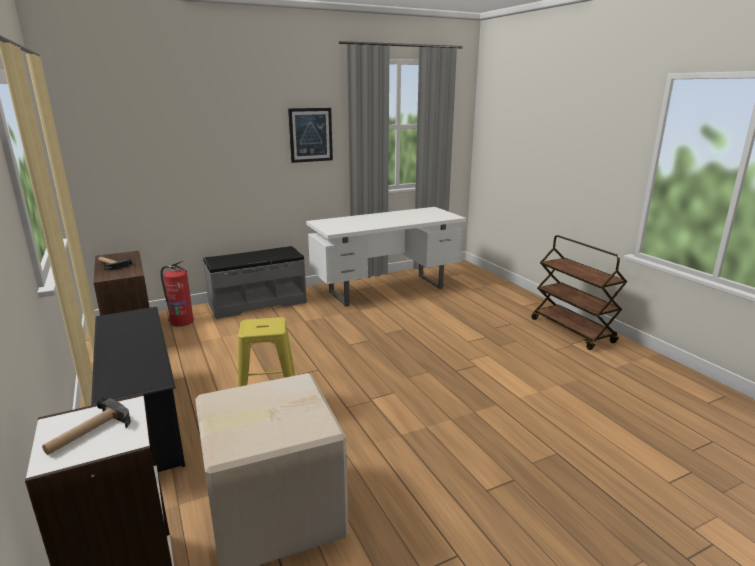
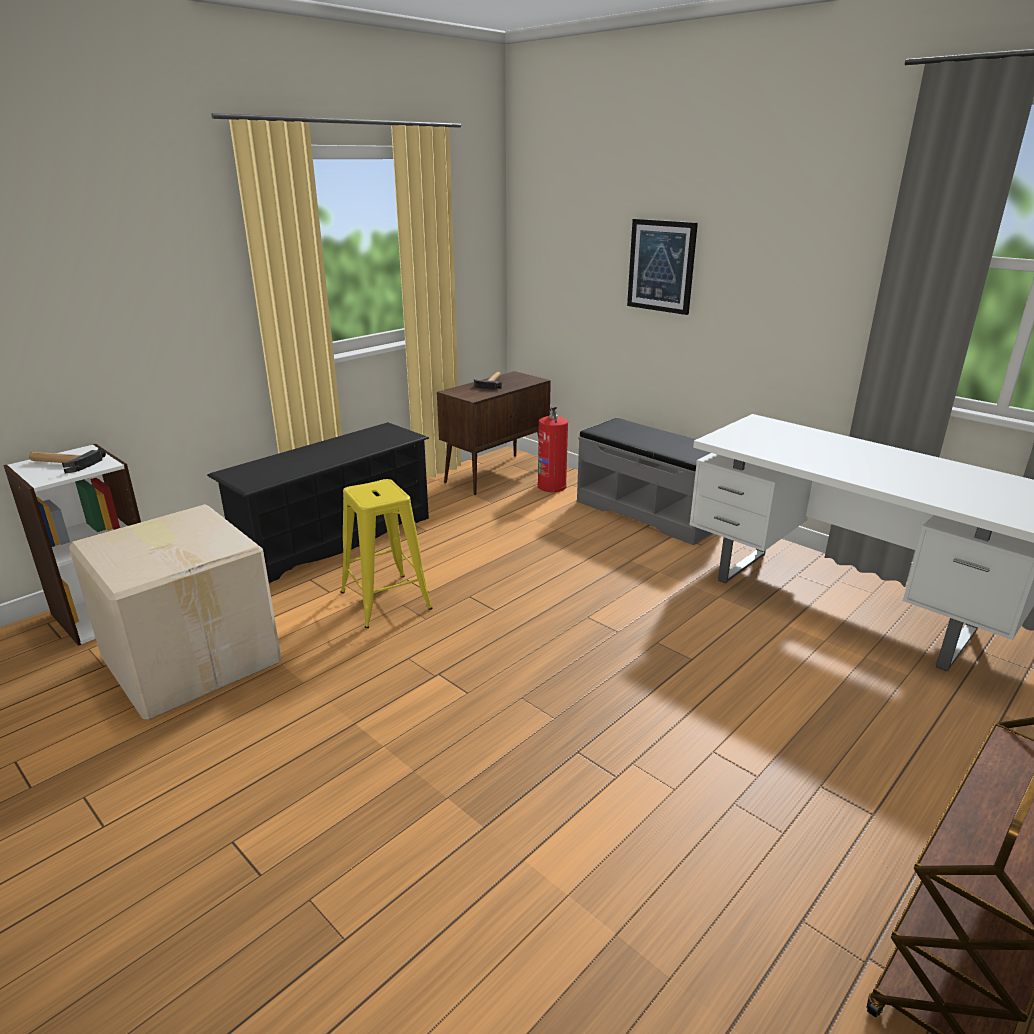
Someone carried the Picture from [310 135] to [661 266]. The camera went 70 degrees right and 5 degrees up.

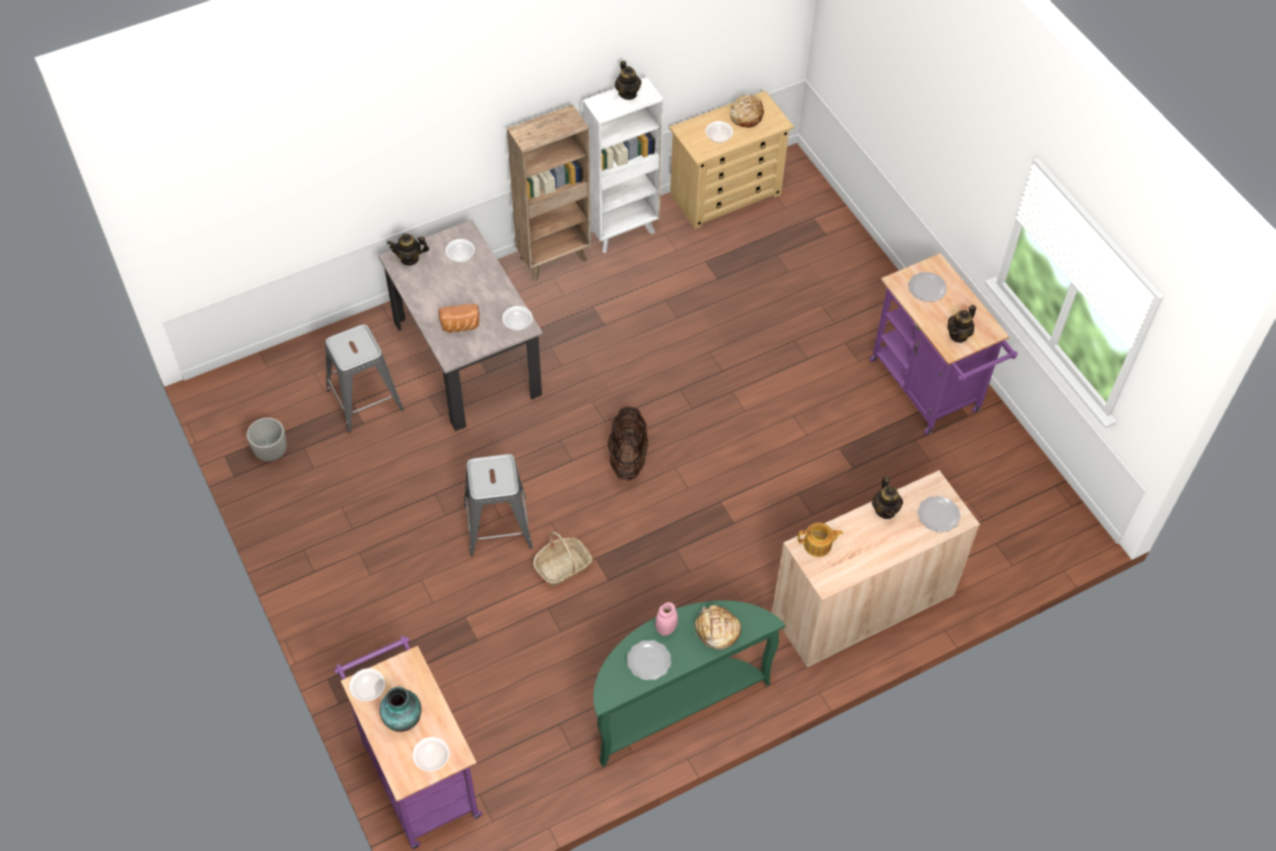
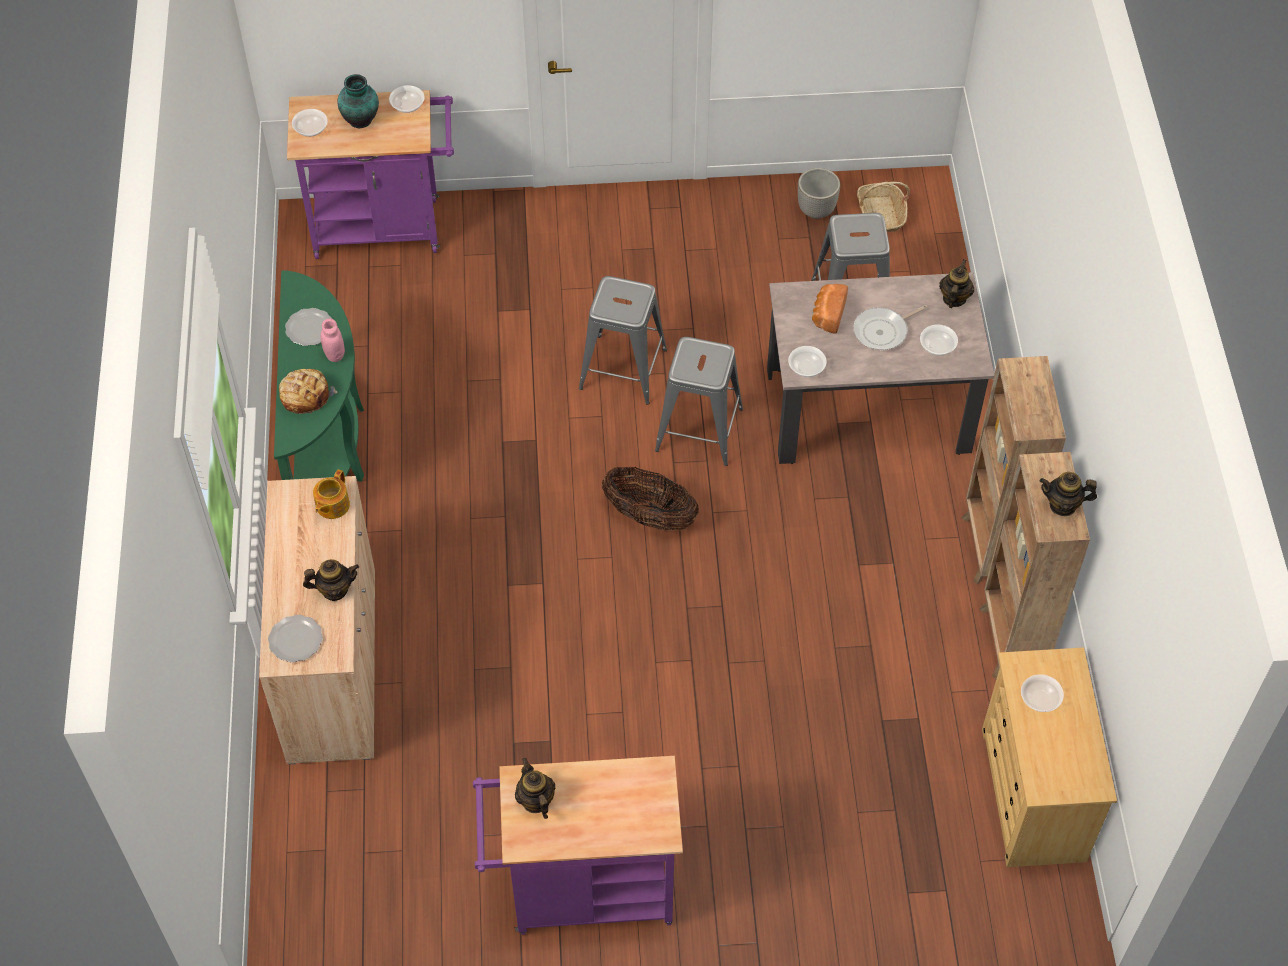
Someone took away the Bread at [746 115]. Someone took away the Plate at [927 288]. Someone put down the GreyStool at [699 430]. Someone put down the FryingPan at [883 331]. Someone carried the Basket from [563 566] to [880 215]. Someone repainted the WhiteBookcase at [623 231], which became the BrownBookcase at [1011 642]. Someone rotated the Teapot at [885 510] by 150 degrees clockwise. The camera went 115 degrees right and 0 degrees up.

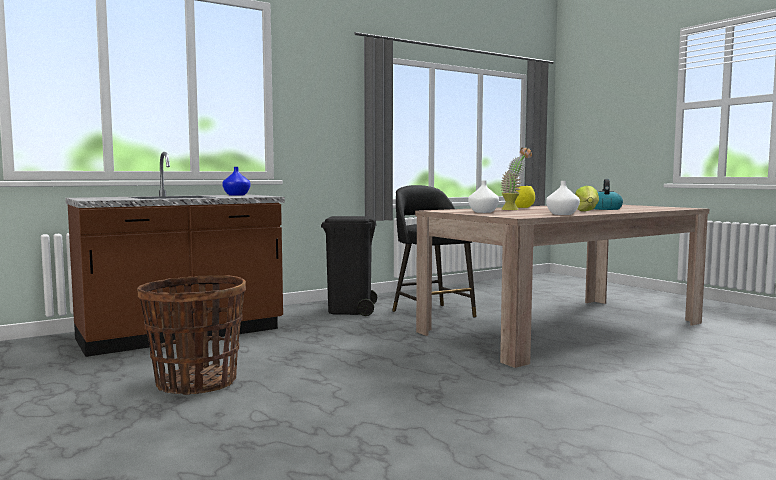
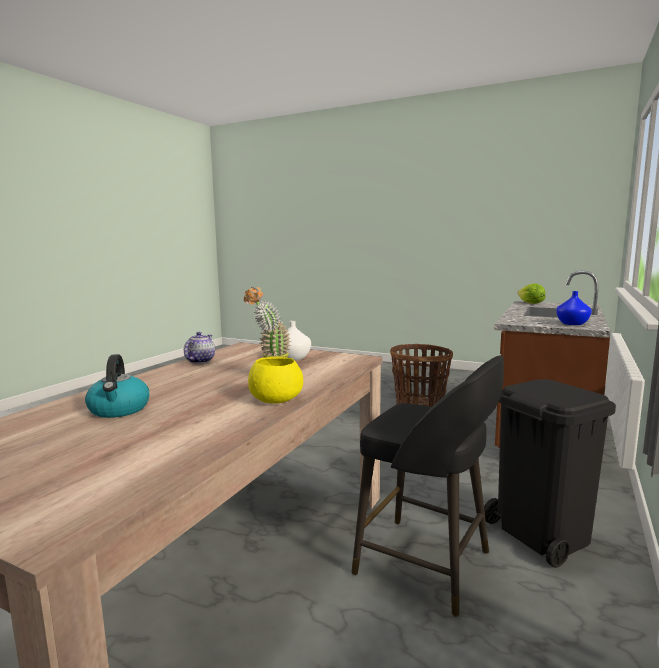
Someone carried the Lettuce from [586 211] to [531 303]. Someone swapped the WhiteVase at [563 214] for the Teapot at [199 361]. The camera went 150 degrees right and 5 degrees up.

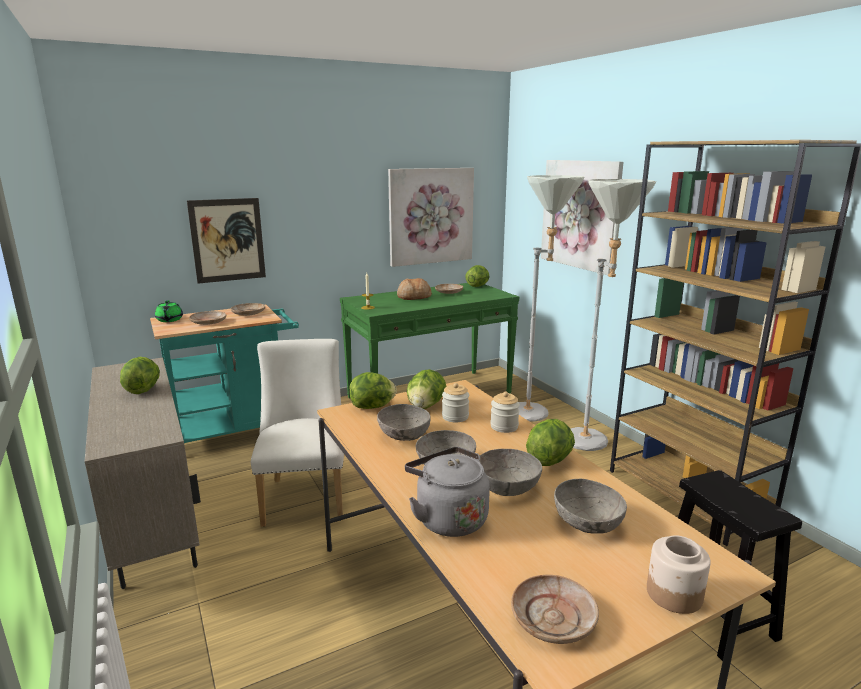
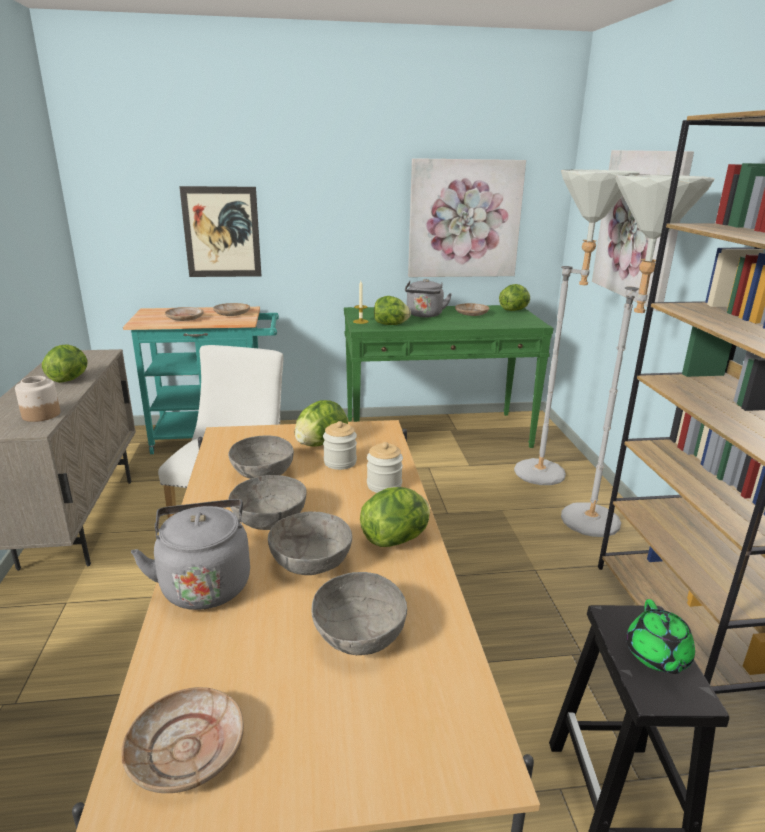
Someone carried the GreenTeapot from [169 320] to [657 656]. Someone carried the Lettuce from [373 407] to [391 324]. Someone carried the Jar from [673 594] to [40 415]. Someone swapped the Bread at [414 297] for the GreyKettle at [424 315]. The camera went 20 degrees right and 5 degrees up.

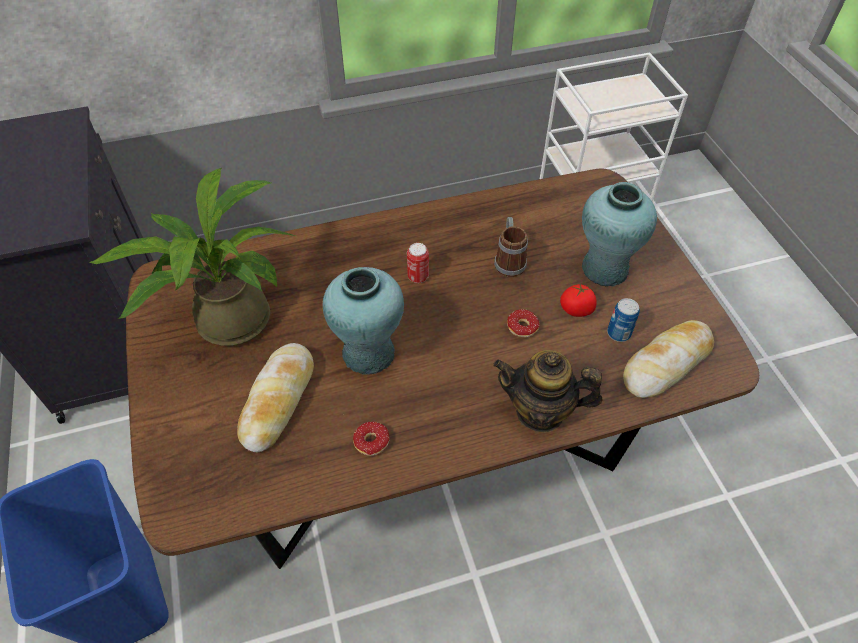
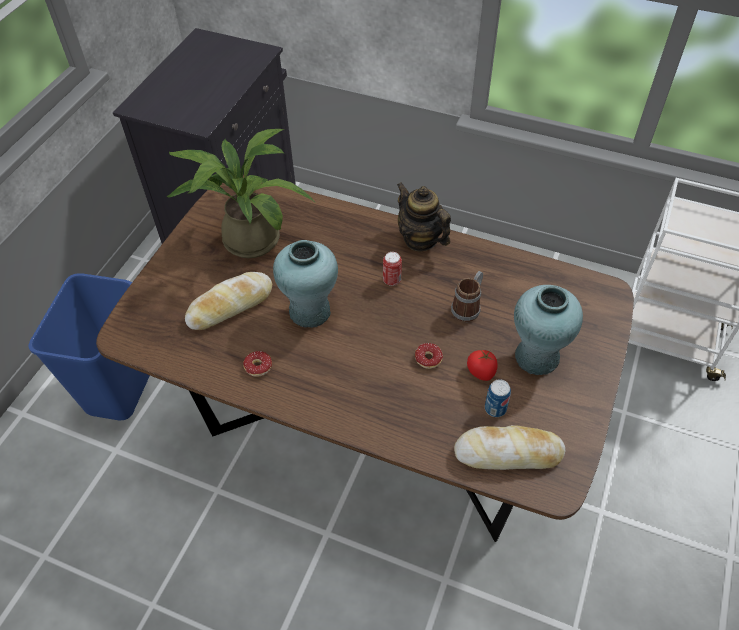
Someone carried the Teapot from [540 411] to [420 239]. The camera went 40 degrees right and 0 degrees up.

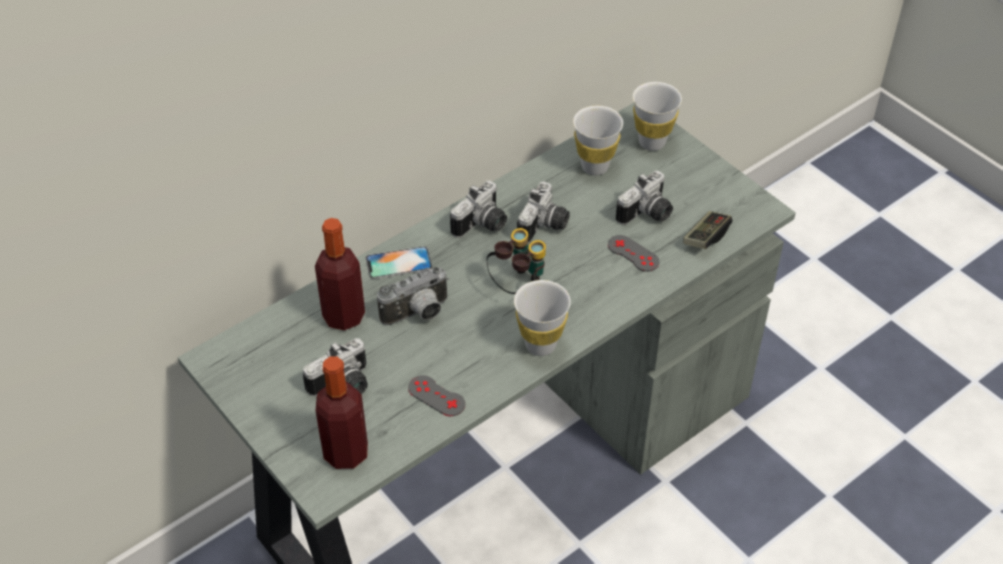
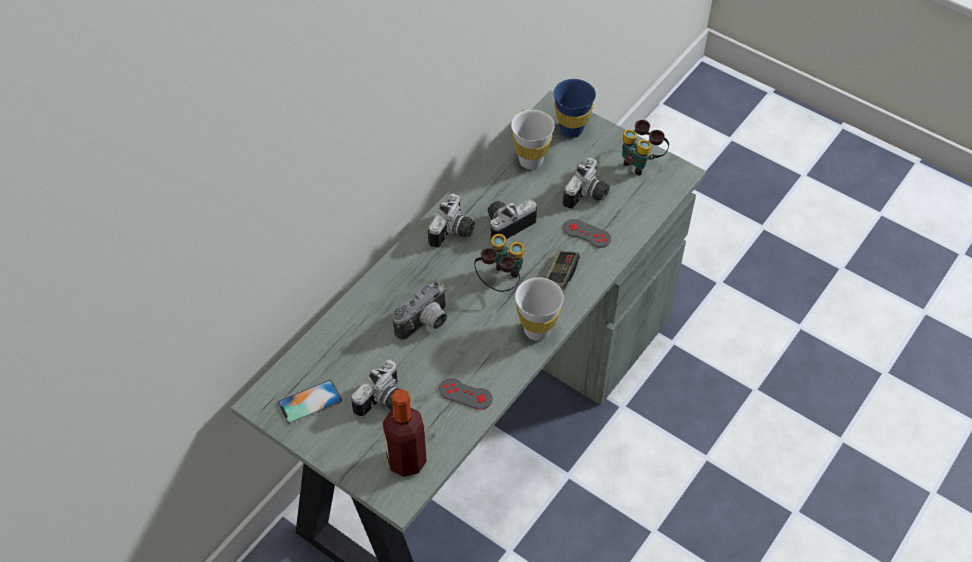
Someone took away the Bottle at [344 316]. Someone put down the Binoculars at [641 162]. Someone carried the Phone from [398 263] to [309 402]. Someone carried the GameController from [706 237] to [560 275]. Someone repainted the WhiteCup at [652 142], which became the BlueCup at [571 130]. Someone rotated the PhotoCamera at [545 227] by 135 degrees counterclockwise. The camera went 15 degrees left and 5 degrees up.

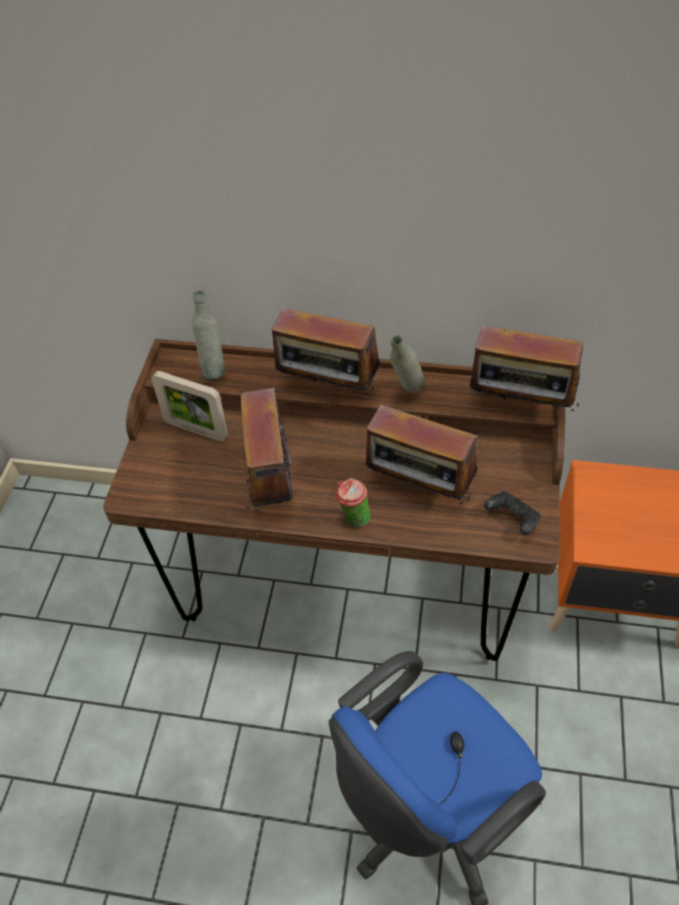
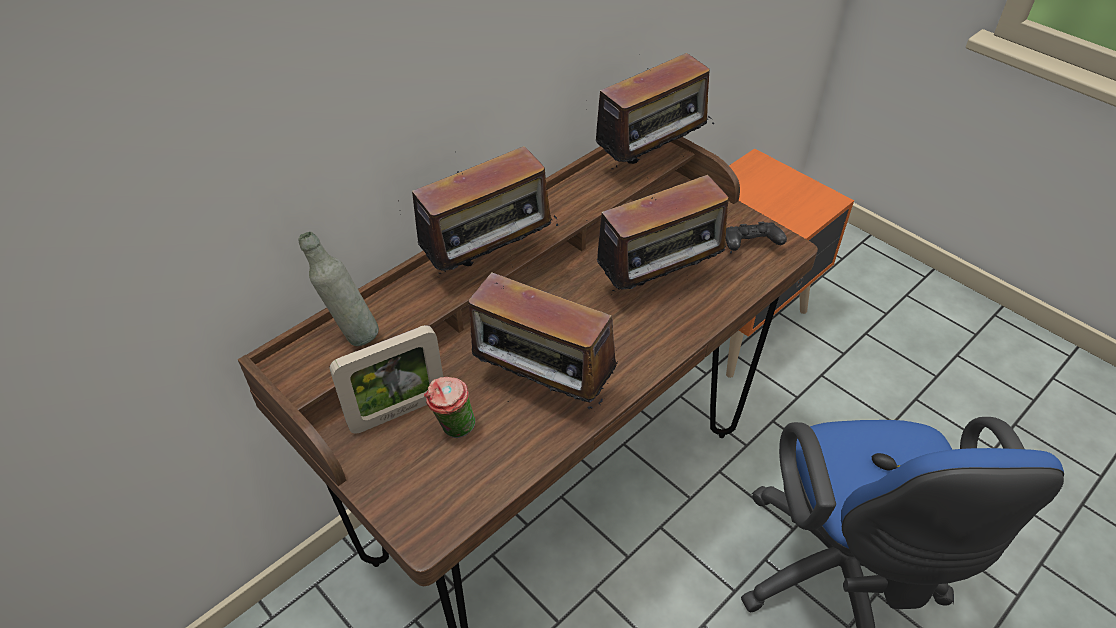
Someone took away the GreyBottle at [405 393]. Someone carried the Cup from [353 518] to [453 430]. The camera went 55 degrees left and 5 degrees down.

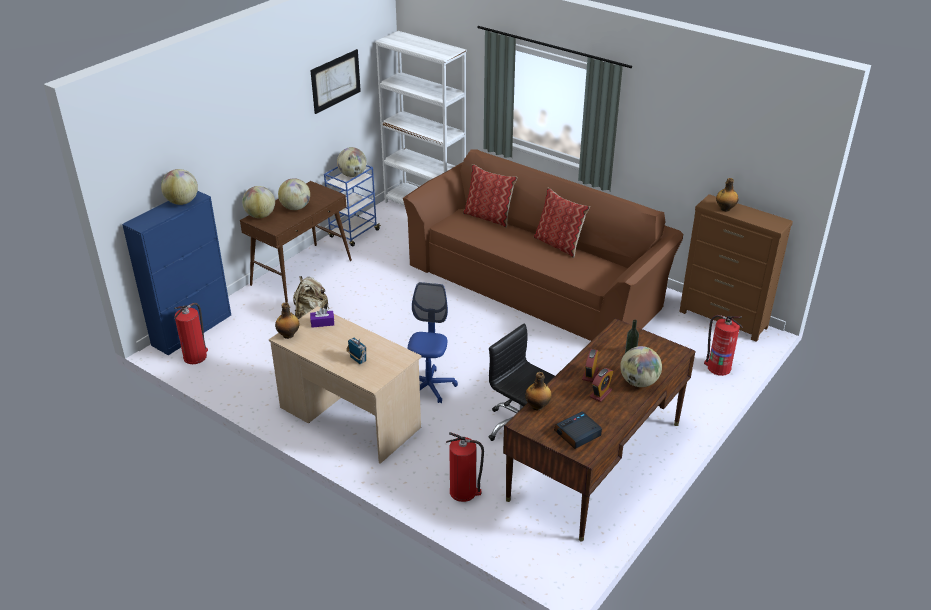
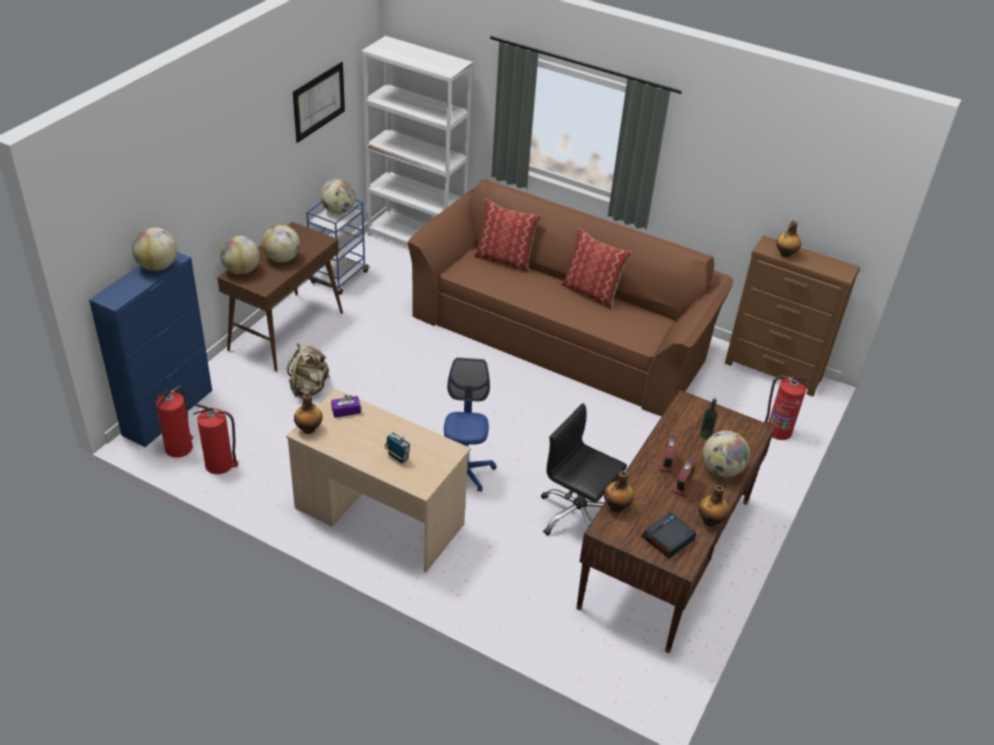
Someone put down the Bottle at [710 521]. Someone carried the FireExtinguisher from [464 492] to [220 464]. The camera went 10 degrees left and 5 degrees up.

